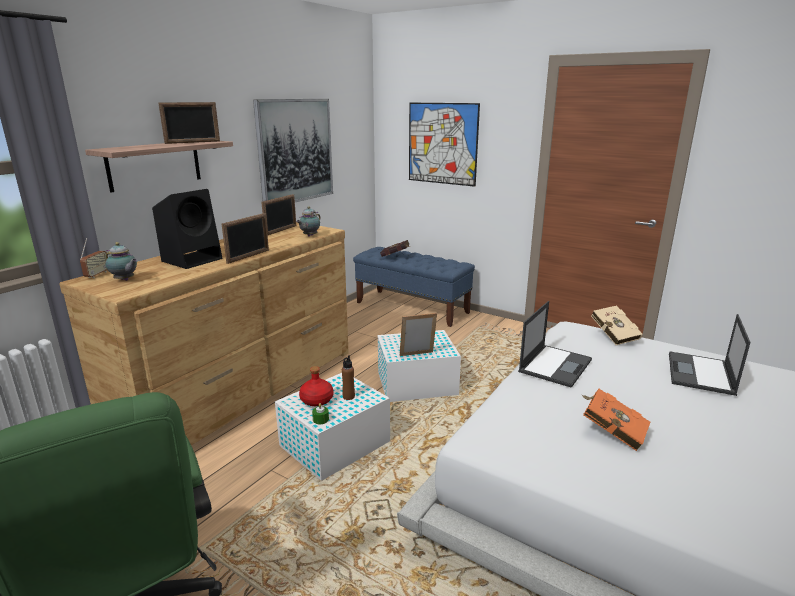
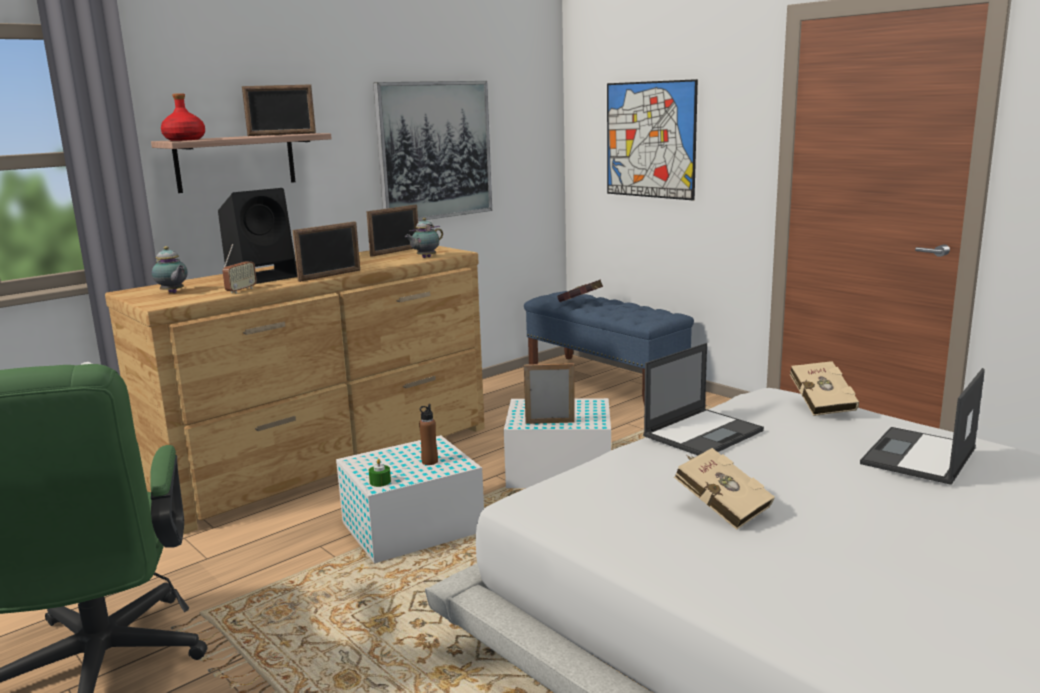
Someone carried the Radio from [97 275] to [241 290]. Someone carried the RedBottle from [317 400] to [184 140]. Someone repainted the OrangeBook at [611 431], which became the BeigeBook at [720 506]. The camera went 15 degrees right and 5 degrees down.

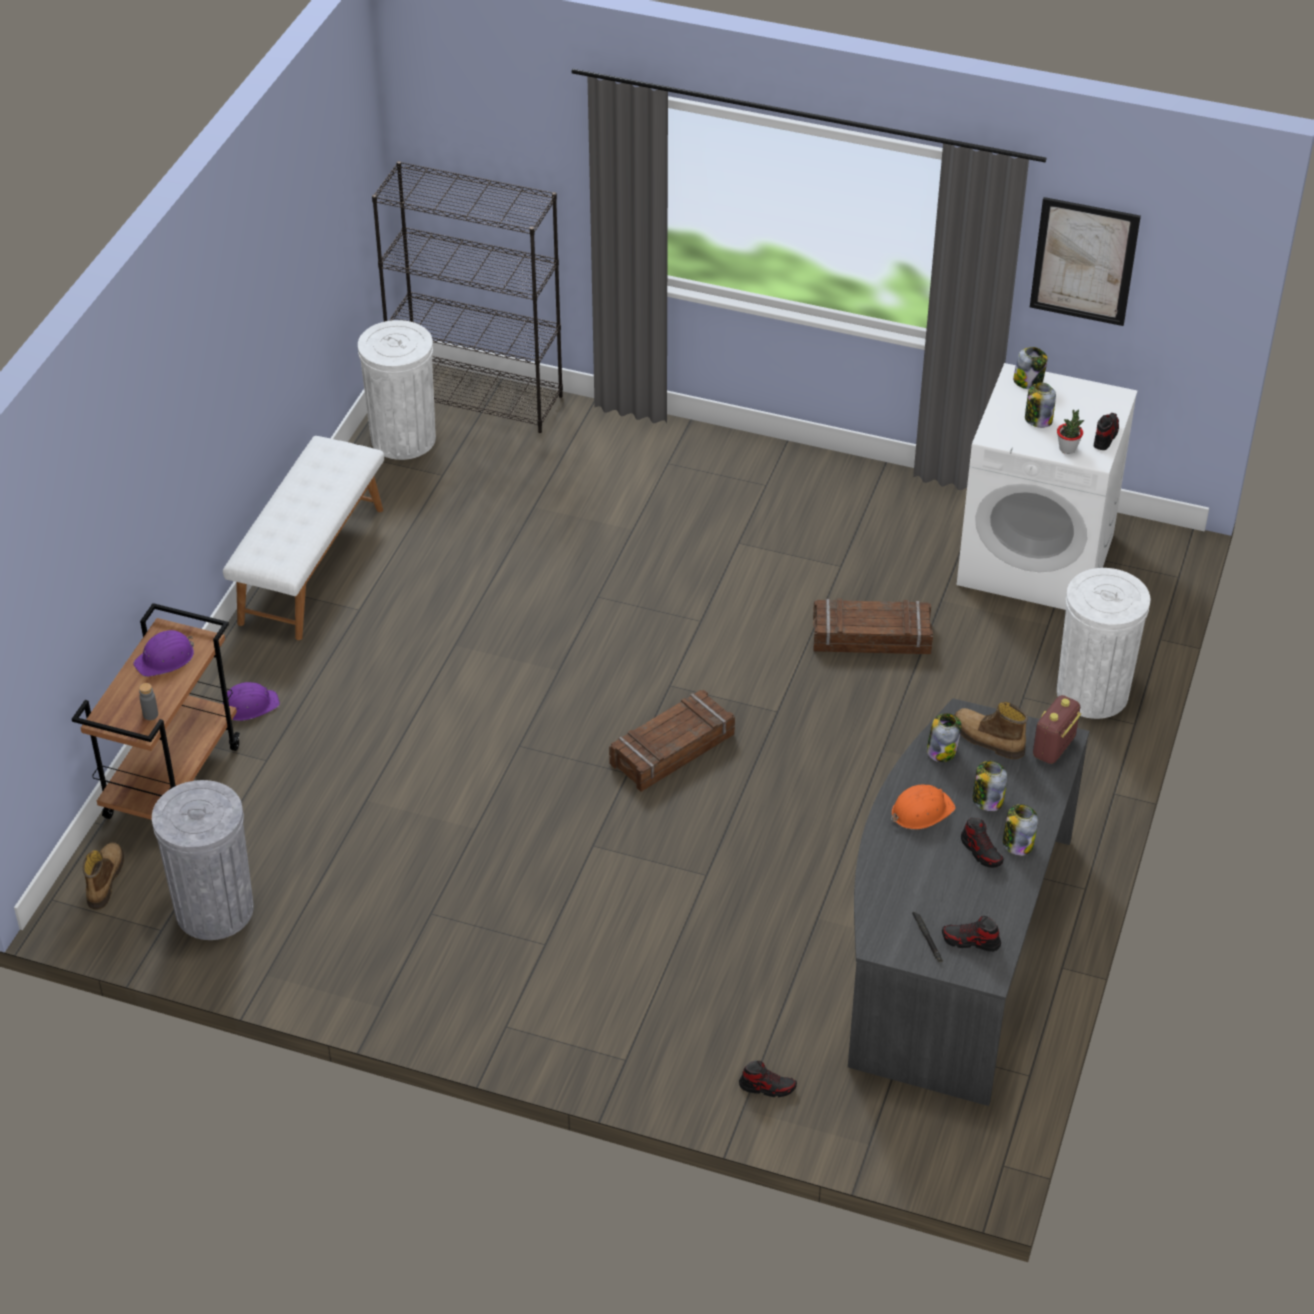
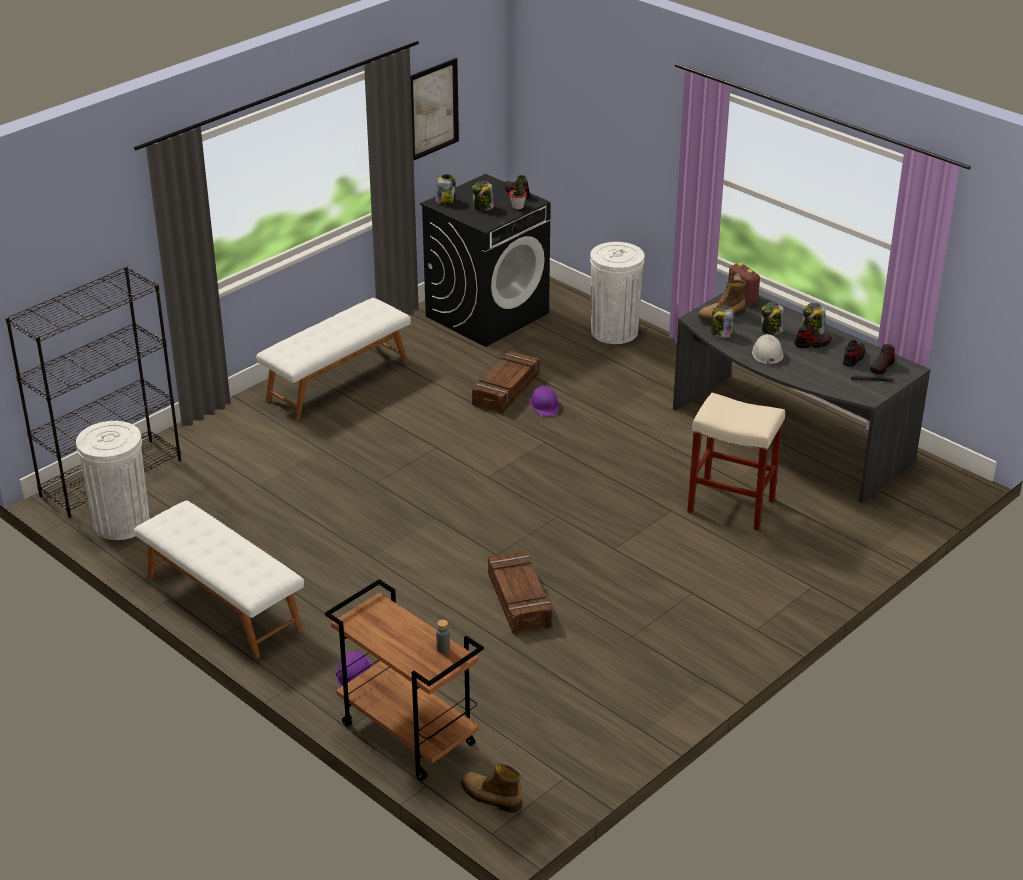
Someone took away the GreyTrashCan at [214 910]. Someone put down the WhiteBench at [337 381]. Someone put down the BeigeStool at [729 506]. Someone carried the PurpleHardHat from [165 658] to [545 405]. Someone carried the Crate from [671 749] to [518 600]. Someone carried the Shoe from [767 1087] to [853 358]. Someone repainted the OrangeHardHat at [921 811], which became the WhiteHardHat at [767 353]. Someone repainted the WhiteWashingMachine at [1037 559], which became the BlackWashingMachine at [487 314]. The camera went 65 degrees left and 10 degrees down.

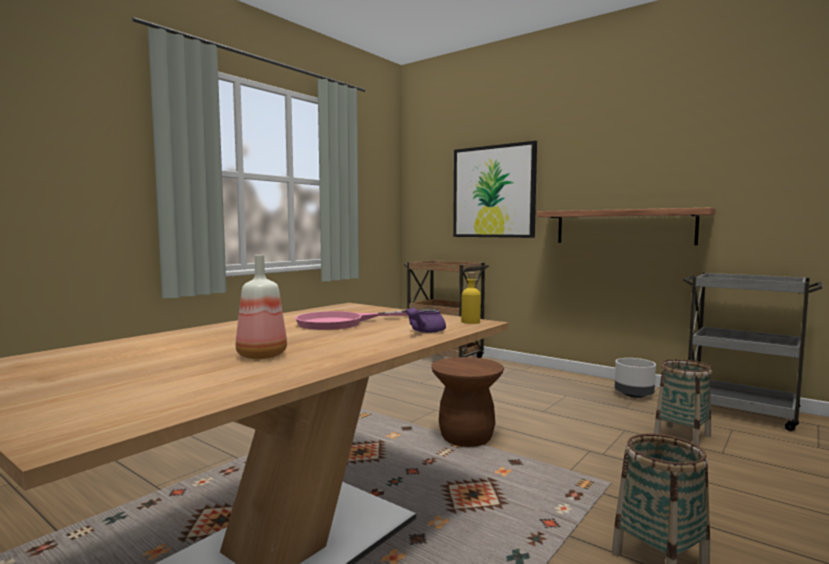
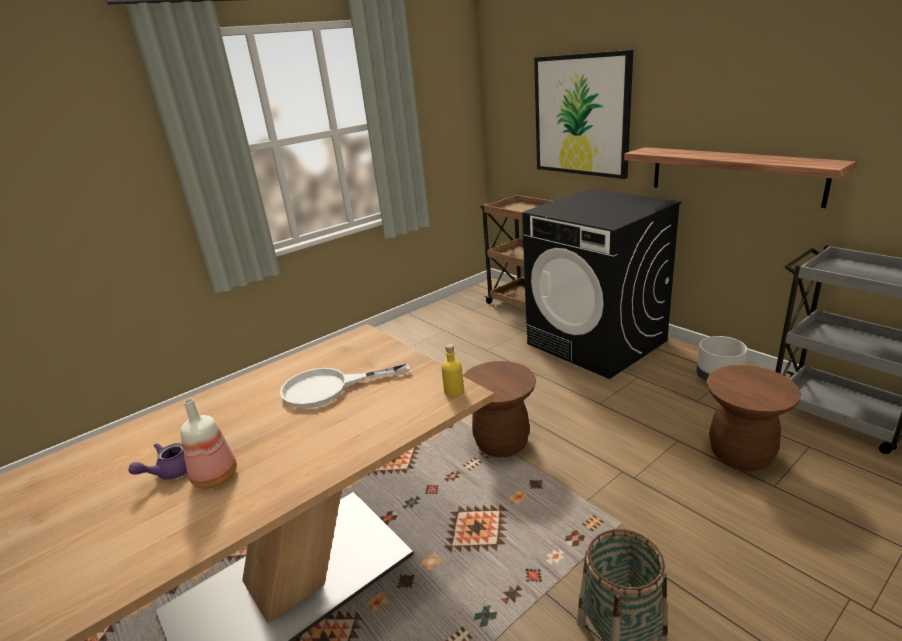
Someone put down the BlackWashingMachine at [597 342]. Someone carried the PurpleTeapot from [424 331] to [170 472]. Someone swapped the Basket at [682 436] for the BrownStool at [740 454]. Someone repainted the PinkFryingPan at [342 322], which became the WhiteFryingPan at [328 388]. The camera went 15 degrees right and 20 degrees up.

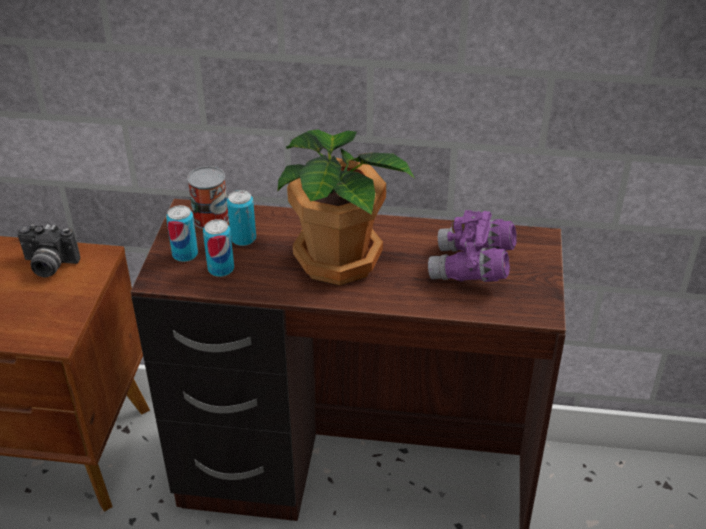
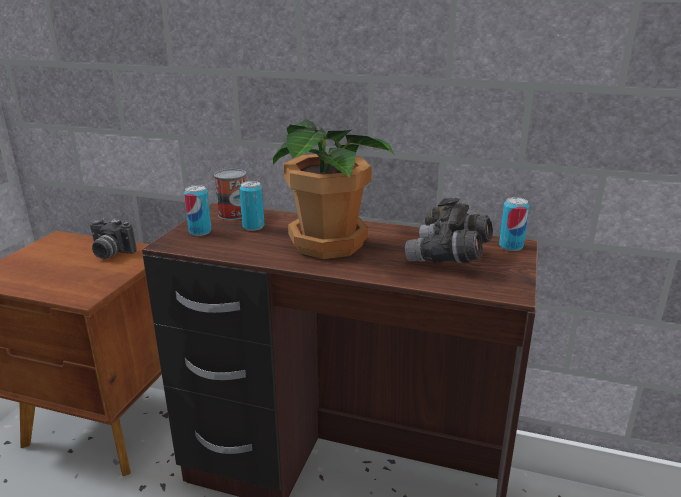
Someone carried the Can from [221 269] to [511 246]. Someone repainted the PurpleBinoculars at [471 269], which became the GreyBinoculars at [448 258]. The camera went 10 degrees right and 15 degrees down.

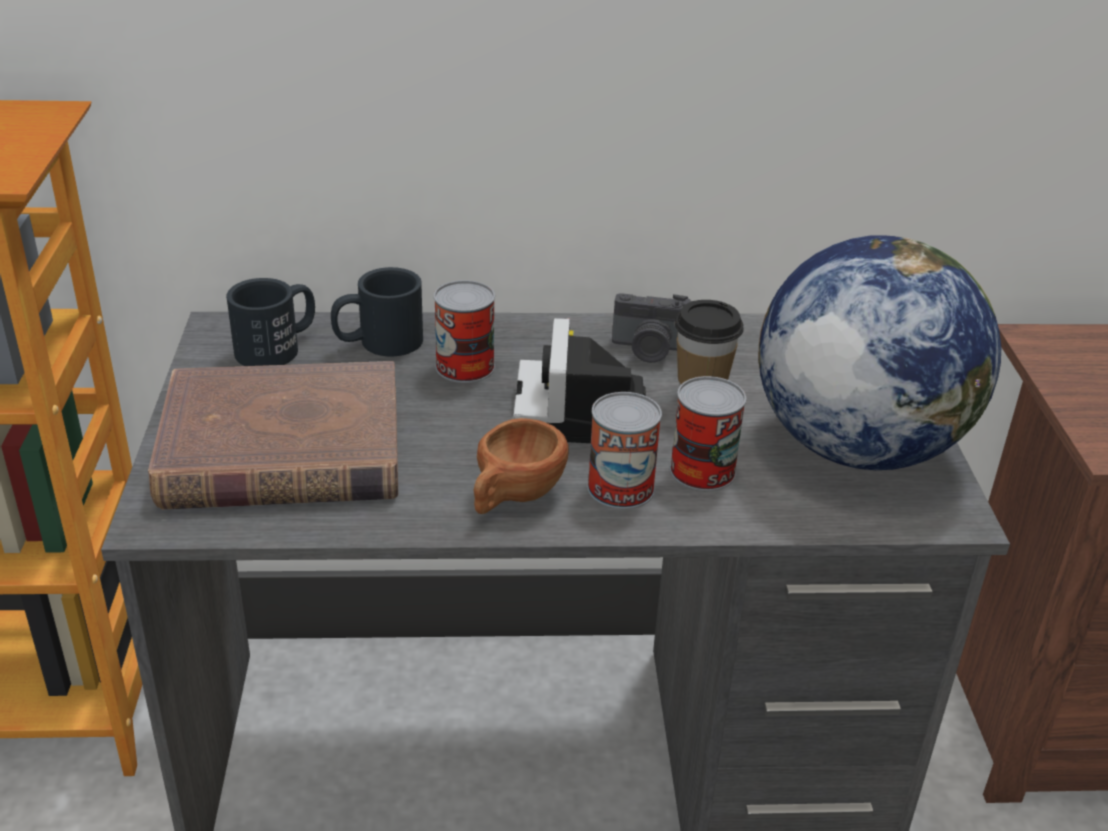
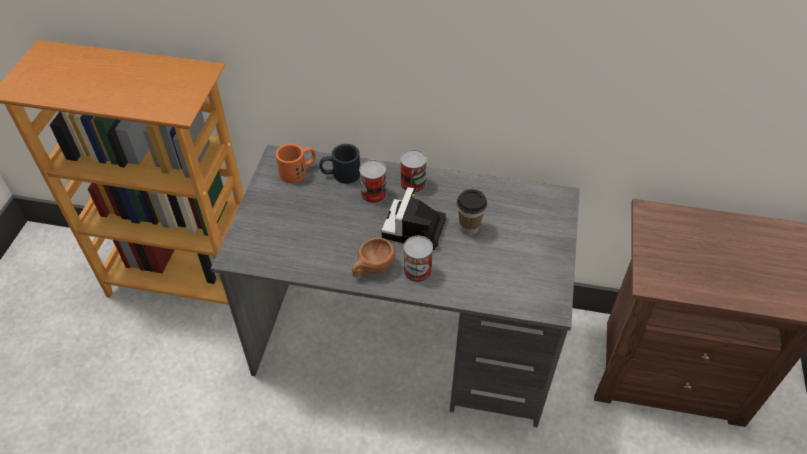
Someone took away the BrownBook at [282 448]. Someone took away the PhotoCamera at [650 349]. Someone took away the Globe at [856 446]. Someone carried the Can from [702 471] to [413 183]. Someone repainted the BlackMug at [278 347], which became the OrangeMug at [298 171]. The camera went 15 degrees right and 15 degrees up.

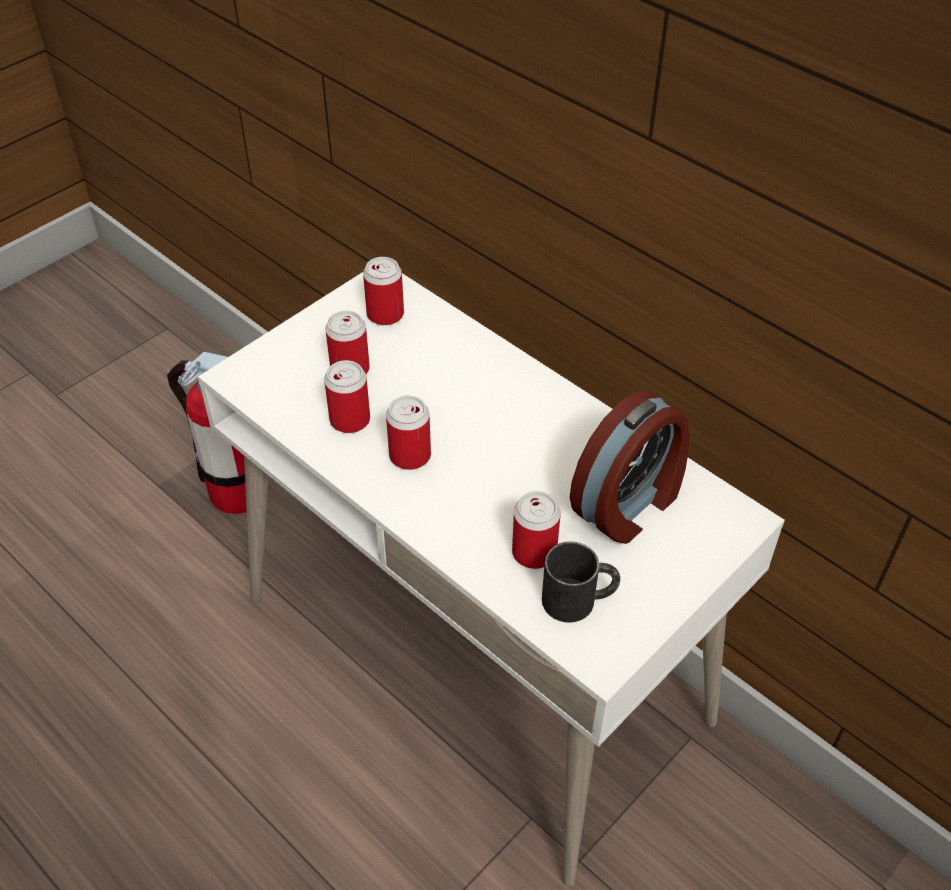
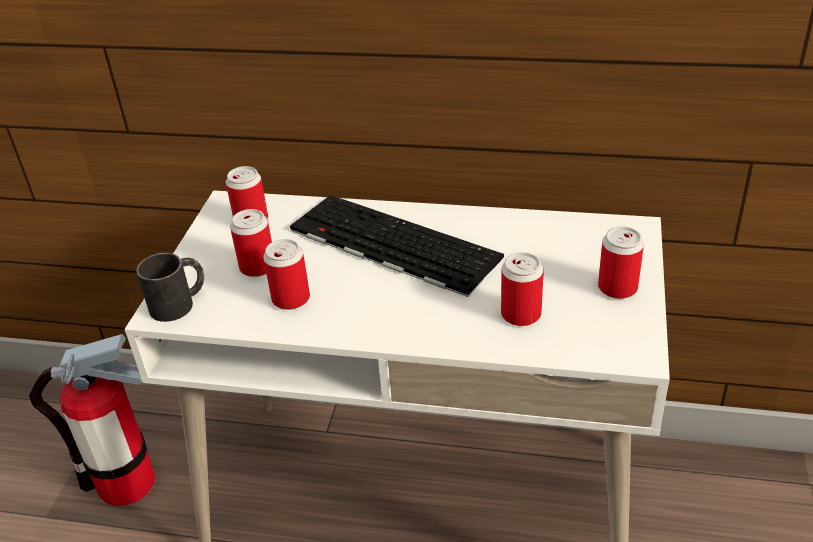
Someone took away the AlarmClock at [629 504]. Someone put down the Keyboard at [389 244]. Someone carried the Can from [410 455] to [617 288]. Someone carried the BlackMug from [579 599] to [179 303]. The camera went 30 degrees left and 10 degrees down.

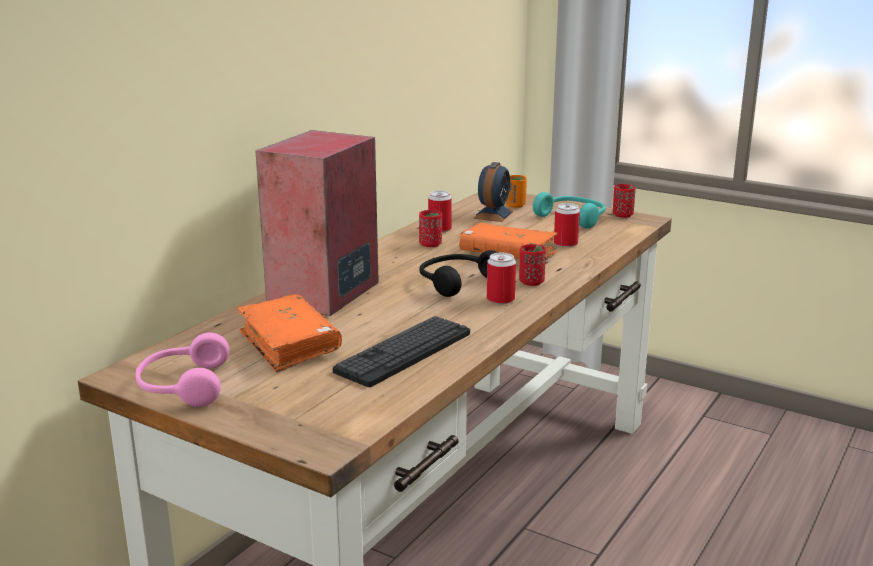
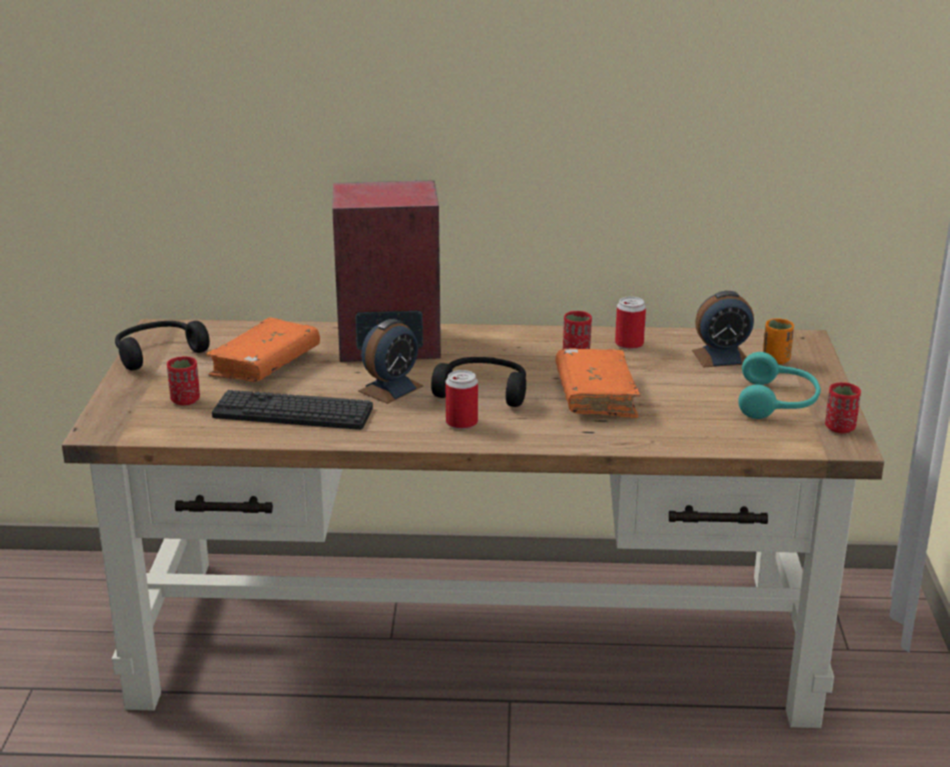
Someone took away the Can at [565 244]. Someone put down the AlarmClock at [390 388]. Someone carried the RedCup from [531 282] to [185 400]. Someone repainted the PinkHeadphones at [182 386], which became the BlackHeadphones at [157 353]. The camera went 60 degrees right and 5 degrees up.

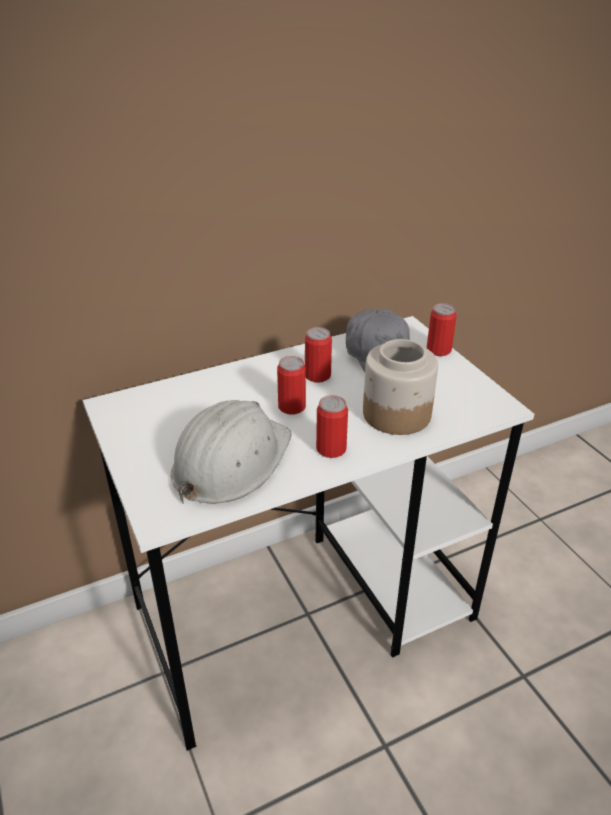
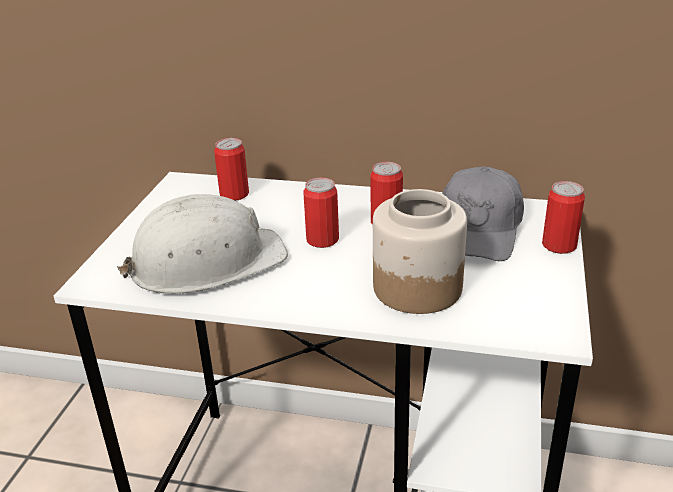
Someone carried the Can from [331 449] to [234 194]. The camera went 40 degrees right and 5 degrees down.

